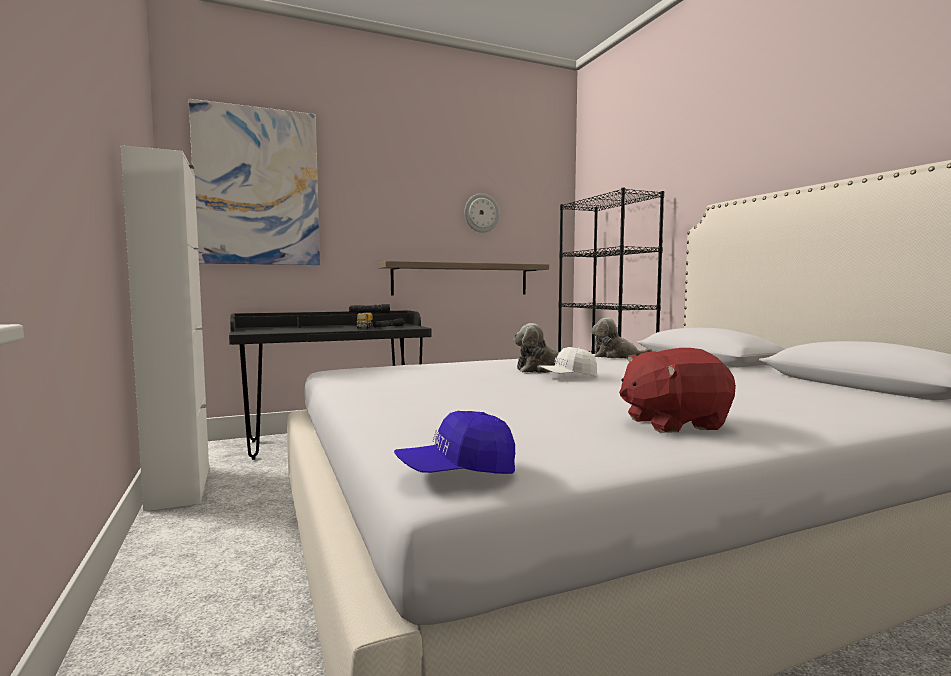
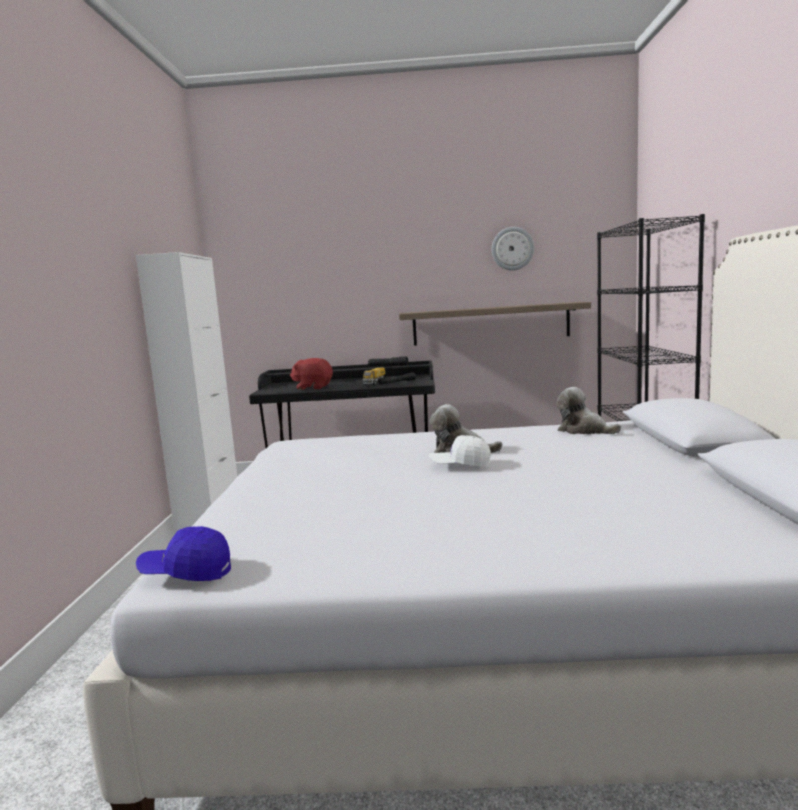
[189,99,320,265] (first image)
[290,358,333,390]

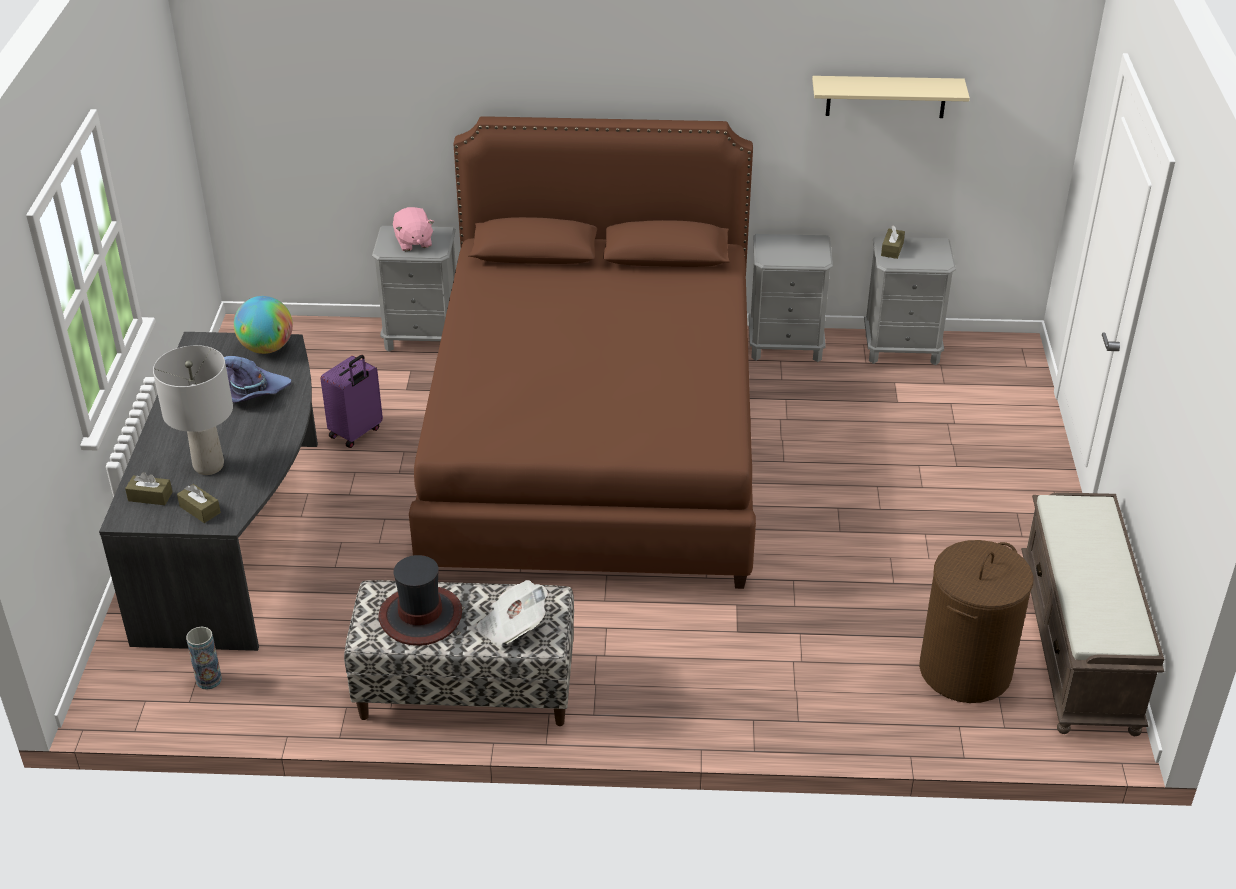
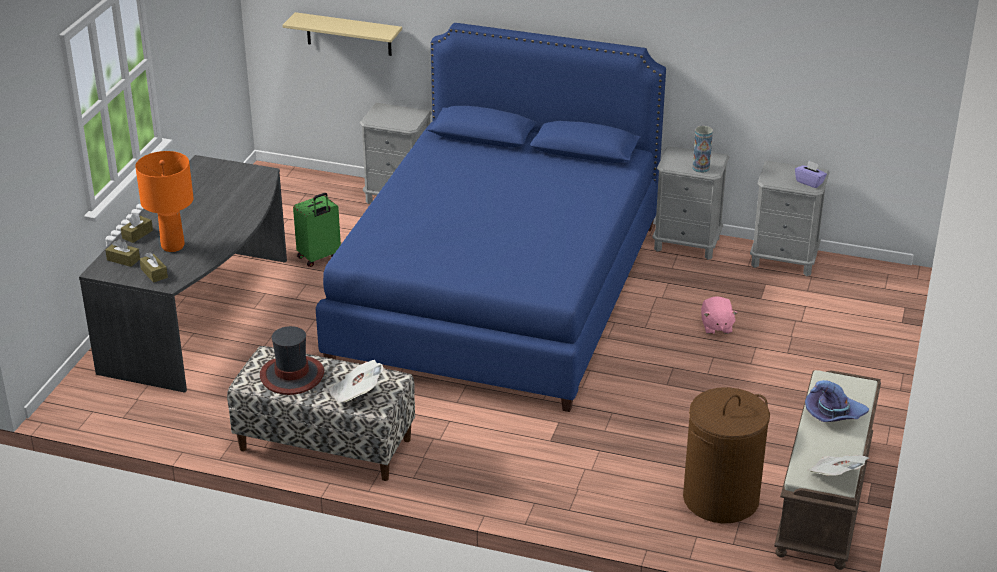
[282,12,402,56]
[316,23,666,412]
[701,296,738,334]
[121,213,153,243]
[234,296,293,354] (first image)
[135,151,194,252]
[293,193,341,267]
[805,380,869,422]
[692,126,713,173]
[795,161,827,188]
[807,455,869,476]

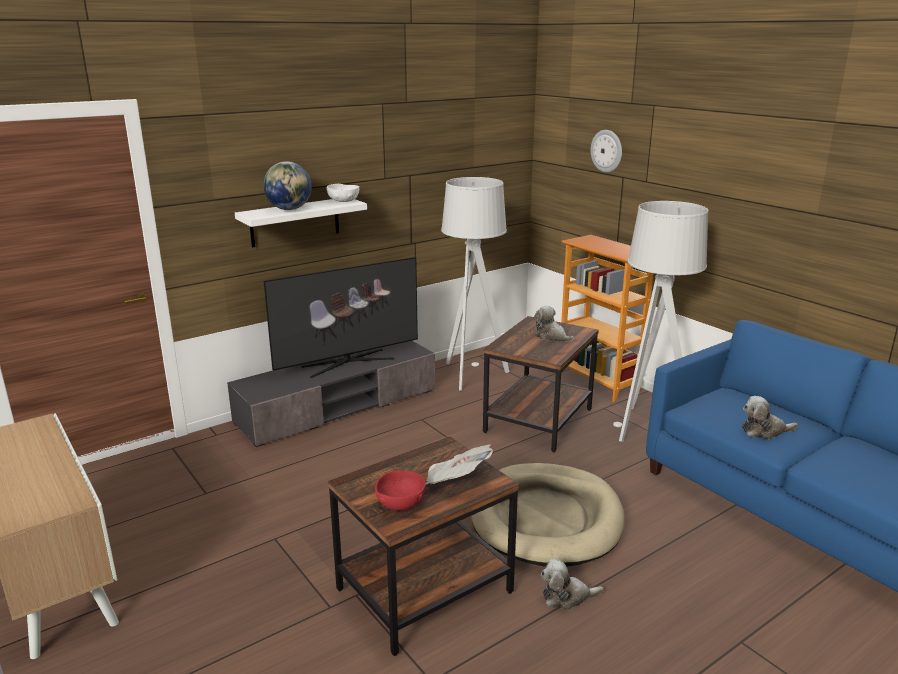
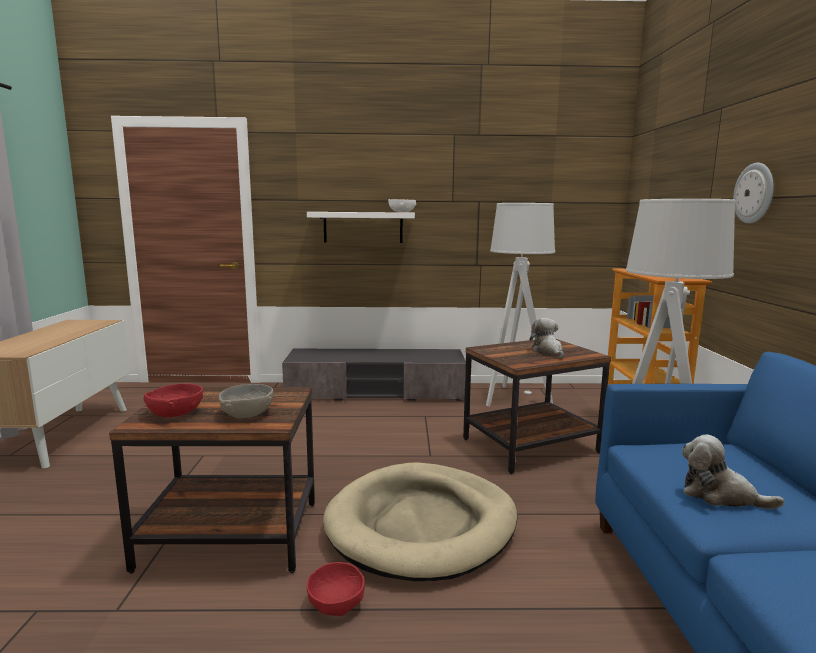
[733,163,774,223]
[263,161,311,210] (first image)
[264,257,418,378] (first image)
[219,384,273,418]
[307,562,365,616]

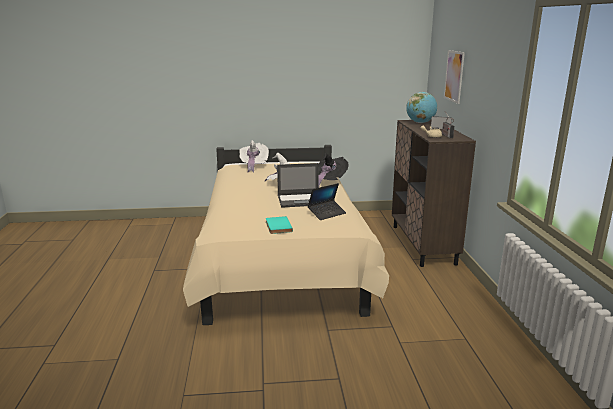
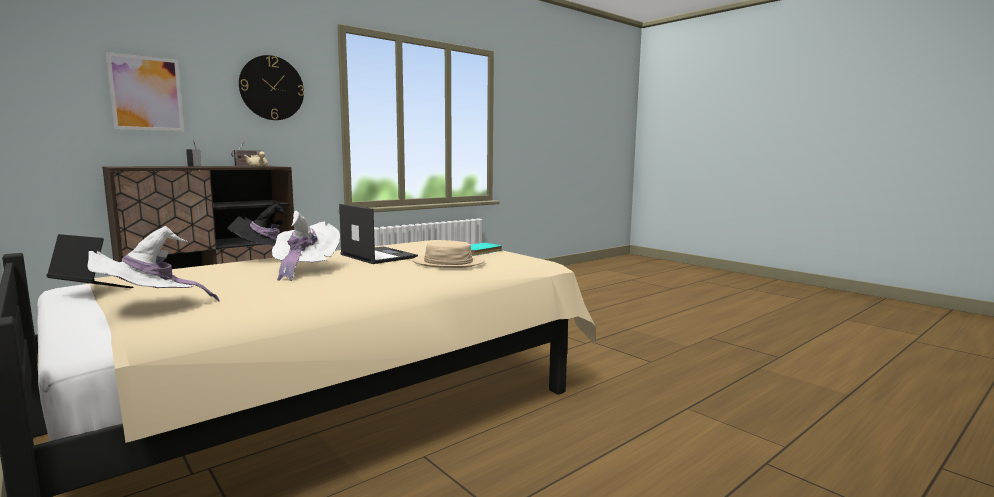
[406,92,437,123] (first image)
[46,234,133,288]
[239,55,304,120]
[412,241,485,268]

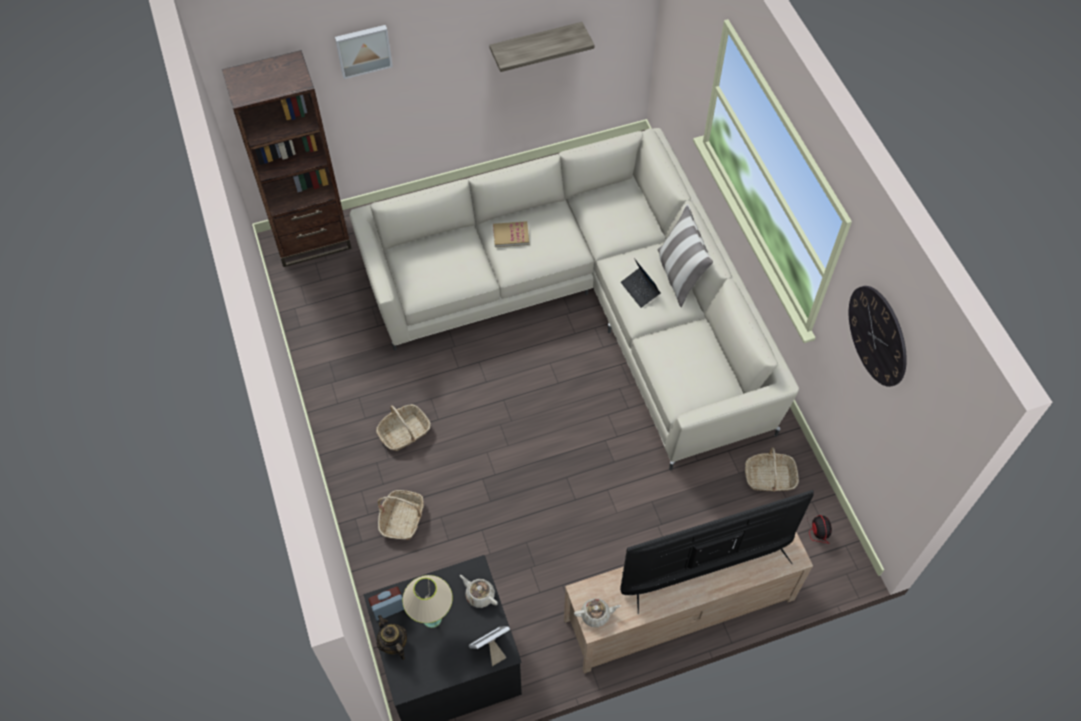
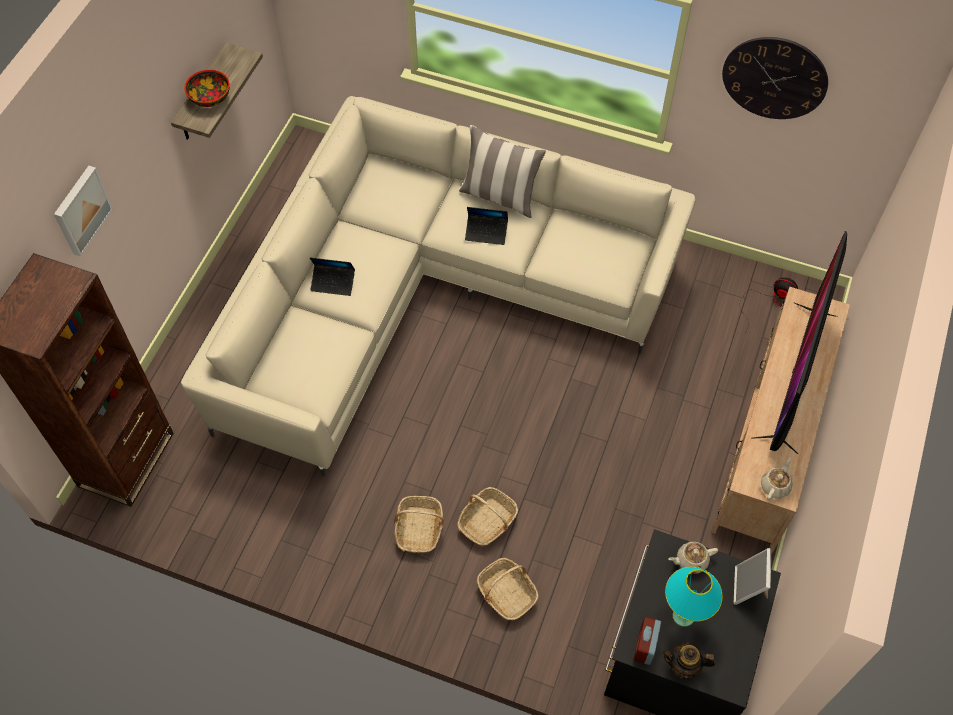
[310,258,355,296]
[457,487,518,546]
[665,567,723,627]
[184,69,230,107]

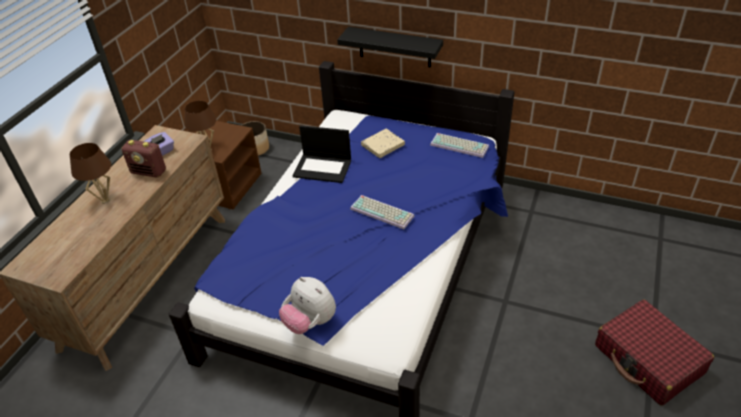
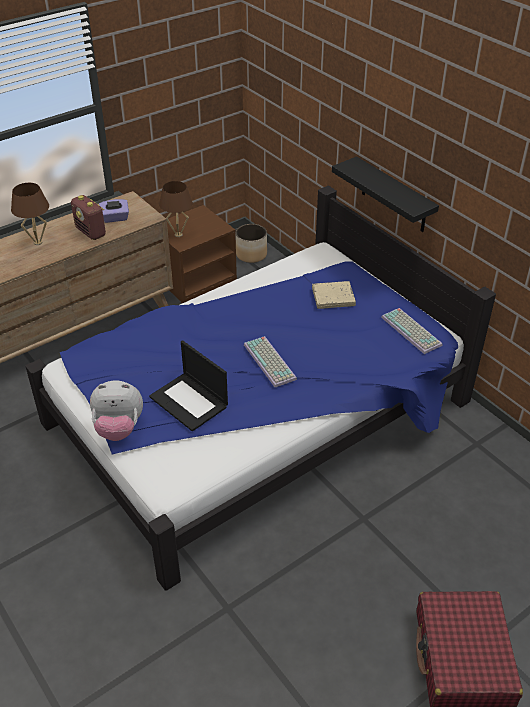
[149,340,228,432]
[90,380,143,441]

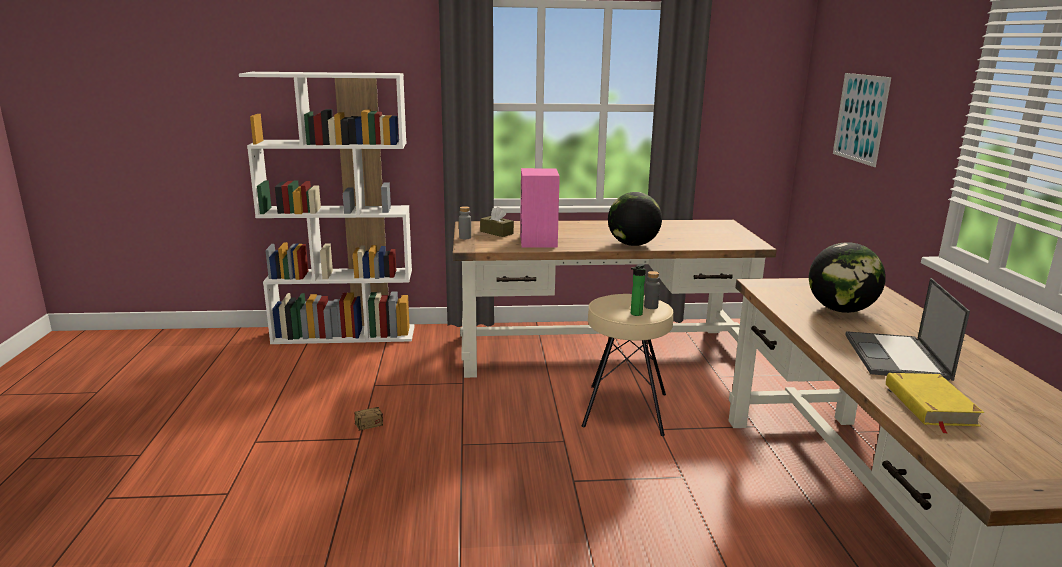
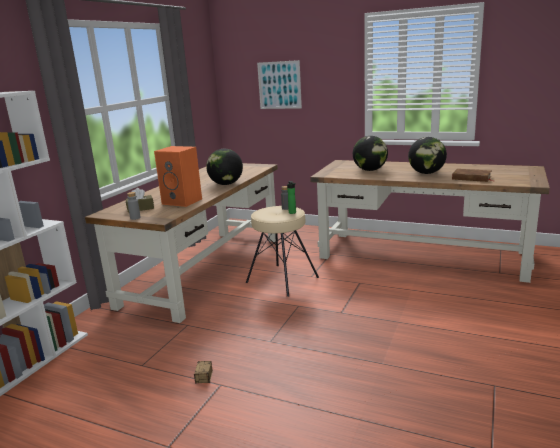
[154,146,202,207]
[408,137,447,174]
[452,169,493,182]

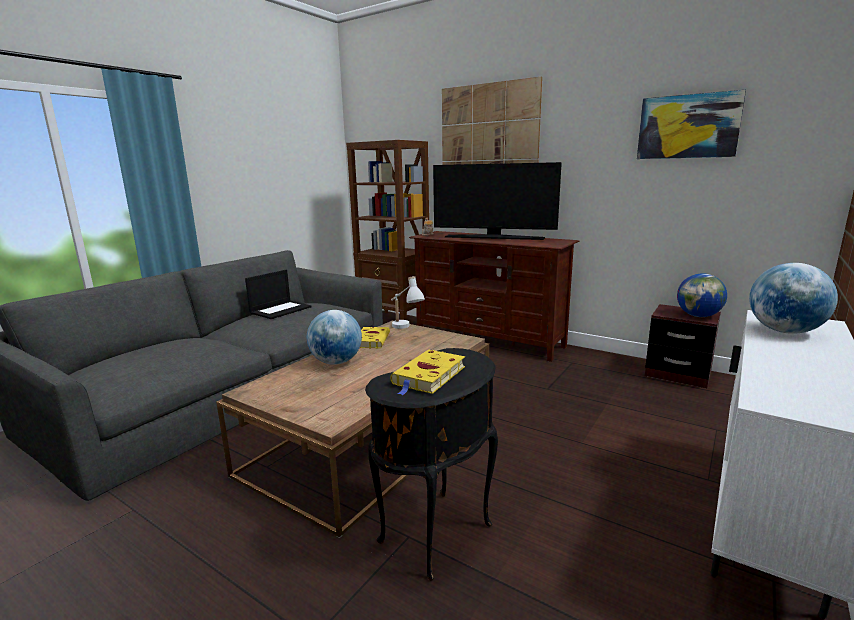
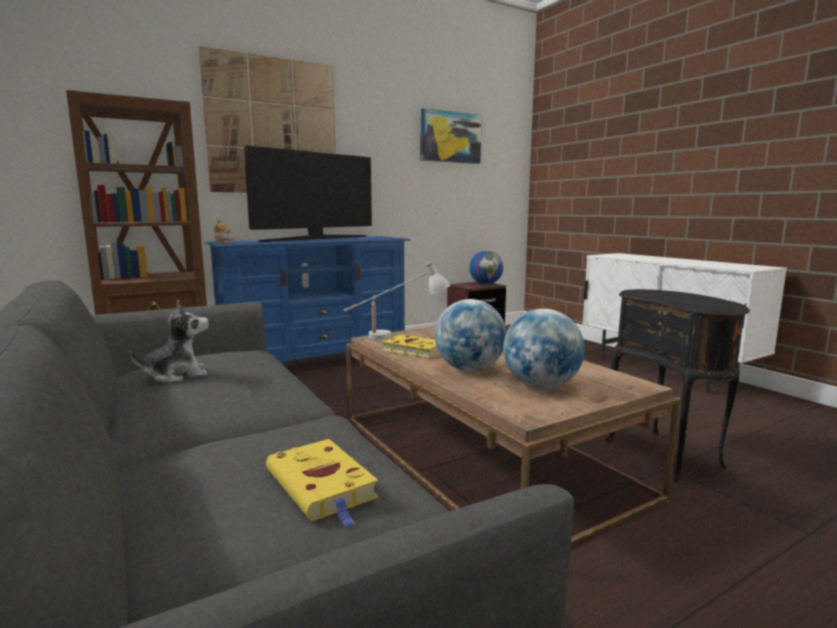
[204,236,410,367]
[503,309,585,389]
[130,300,209,382]
[266,439,379,527]

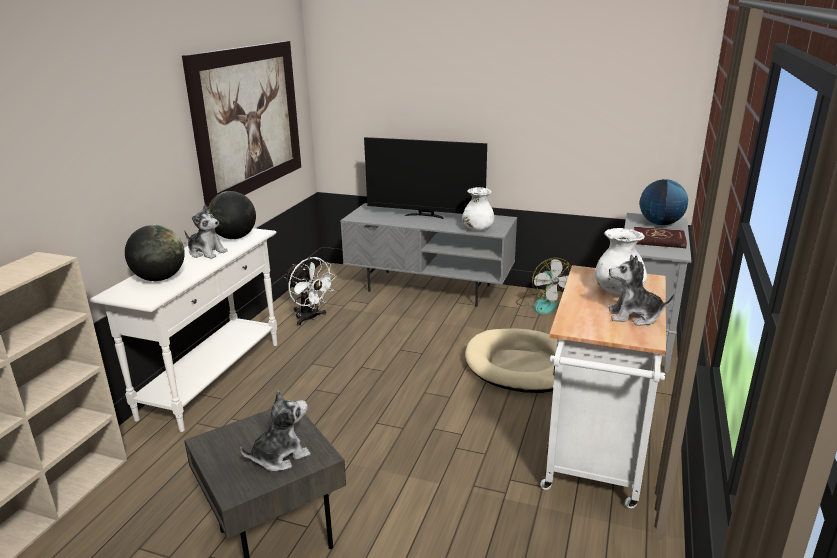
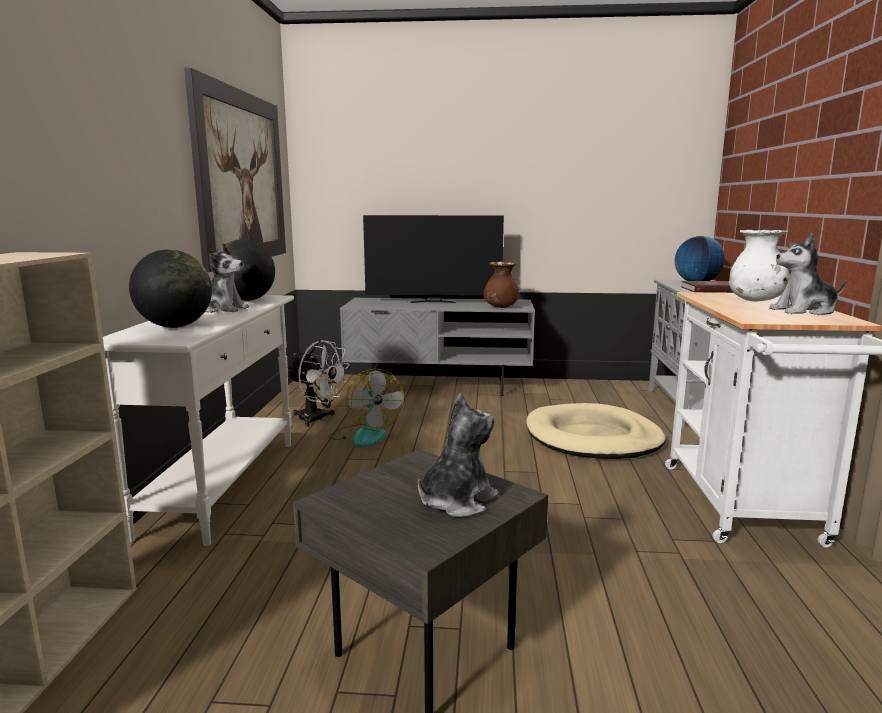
[483,261,519,308]
[329,369,404,447]

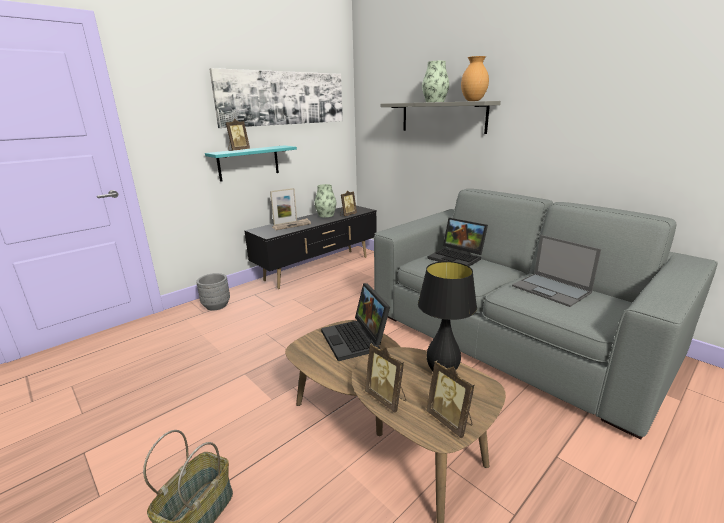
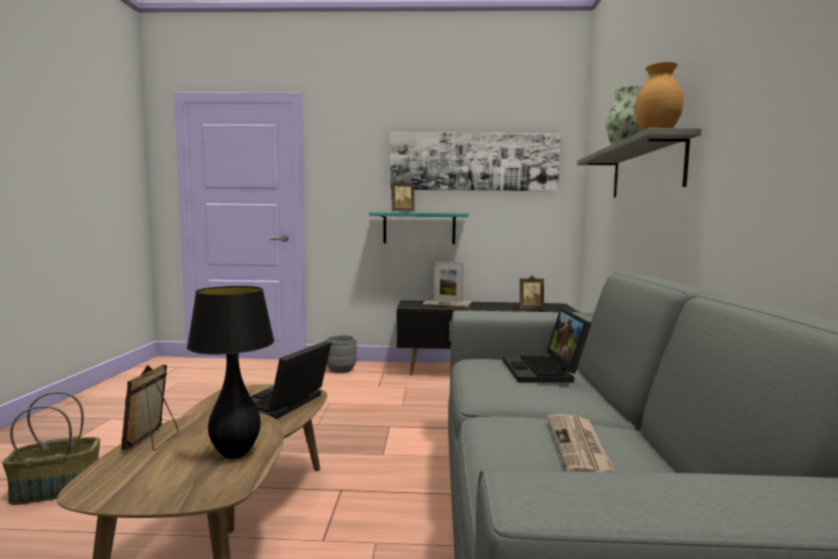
[314,184,337,217] (first image)
[548,414,615,472]
[426,361,474,438] (first image)

